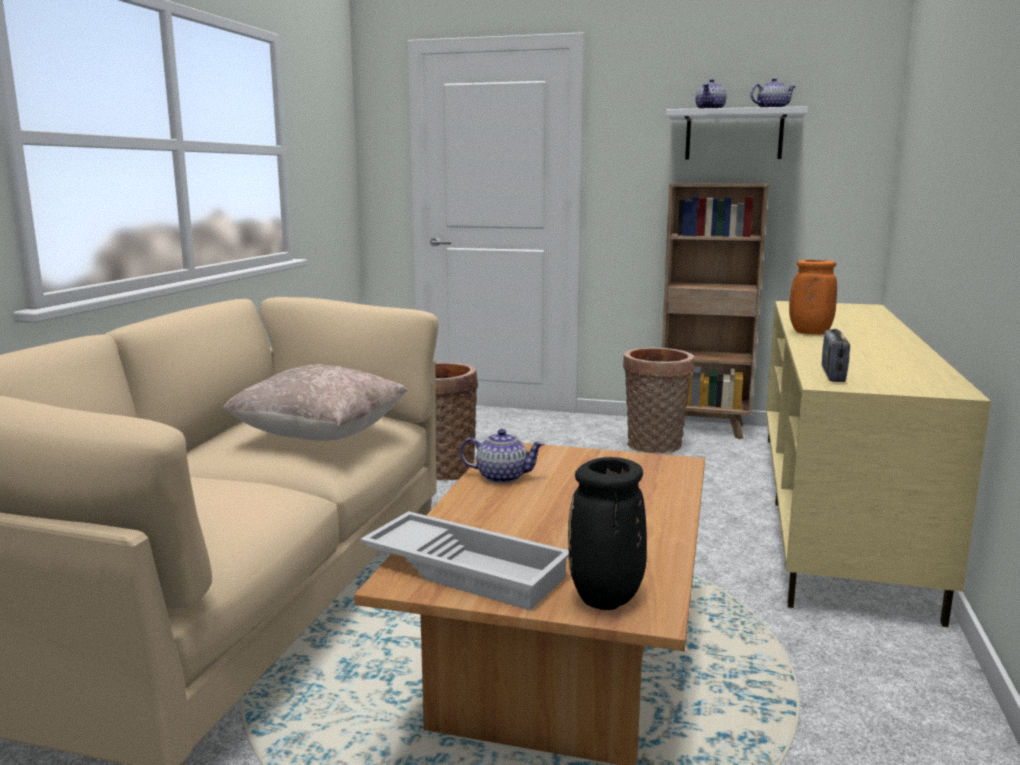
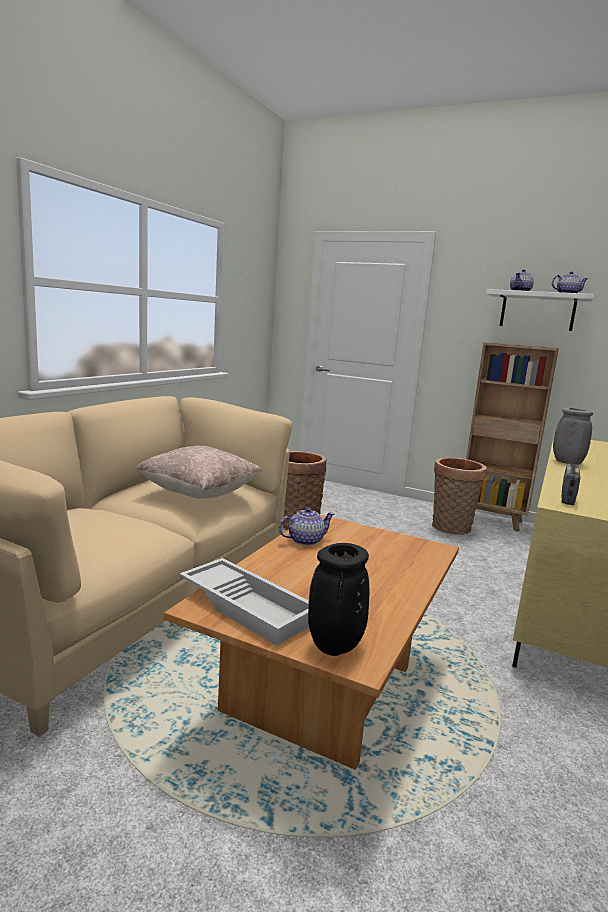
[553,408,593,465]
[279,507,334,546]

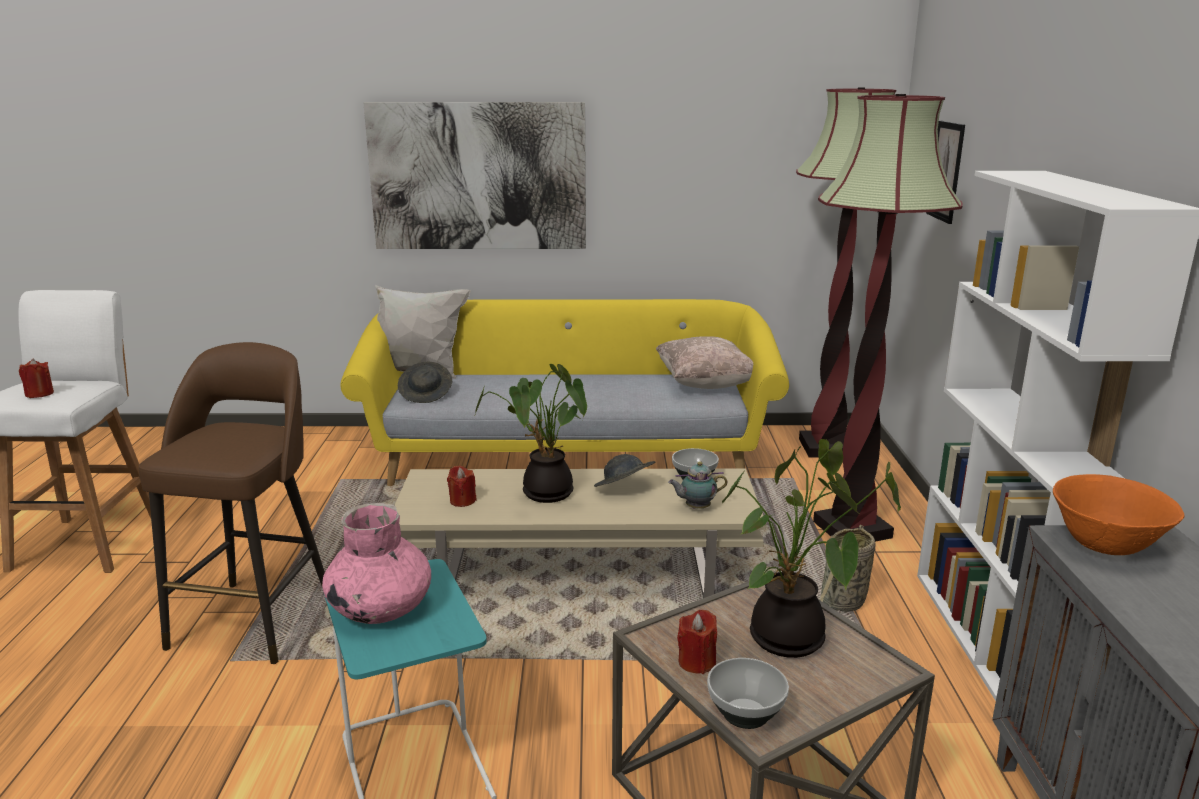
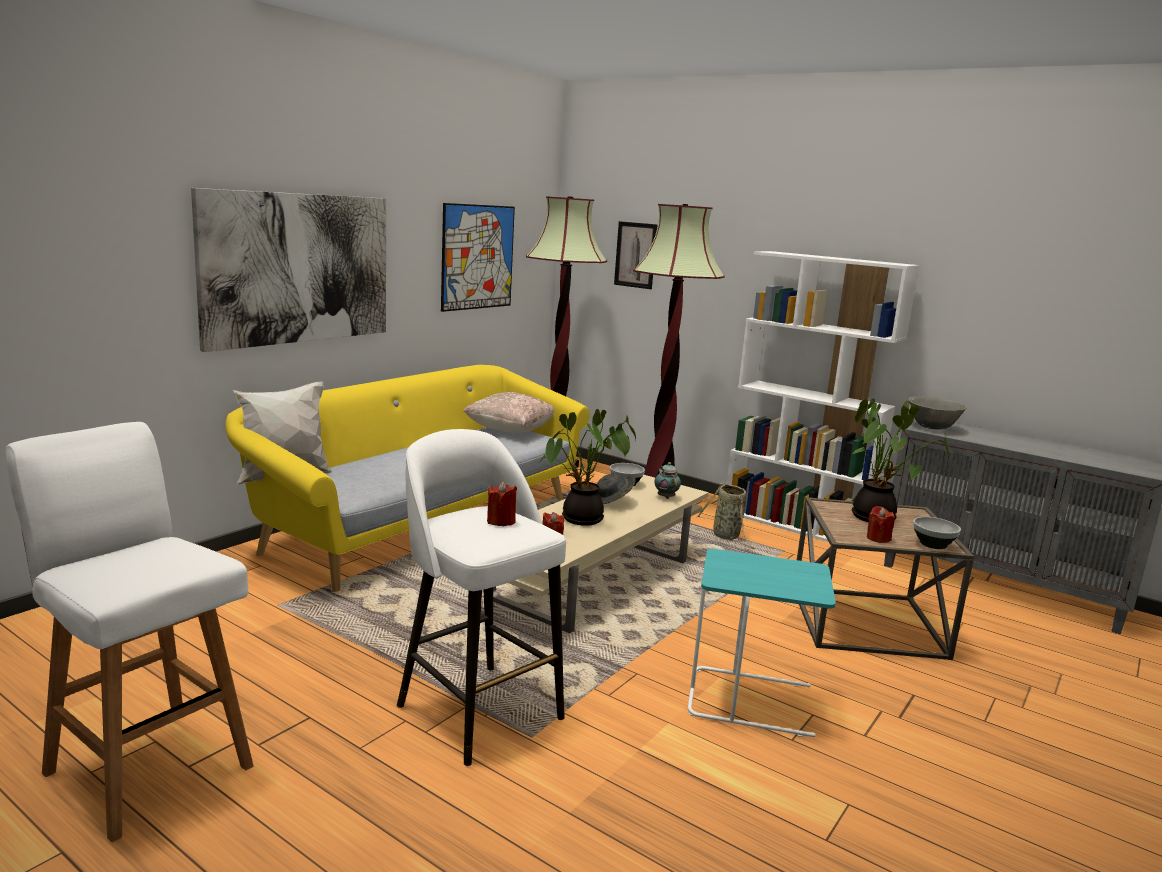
[397,429,566,766]
[487,482,517,526]
[398,361,452,403] (first image)
[654,462,681,499]
[909,396,967,429]
[322,503,431,624] (first image)
[441,203,515,312]

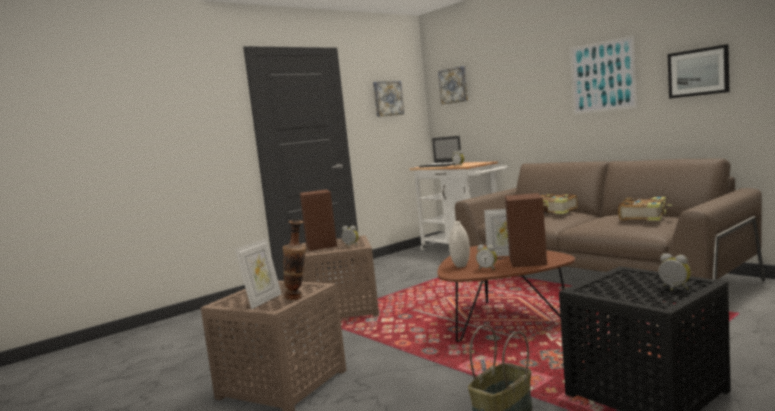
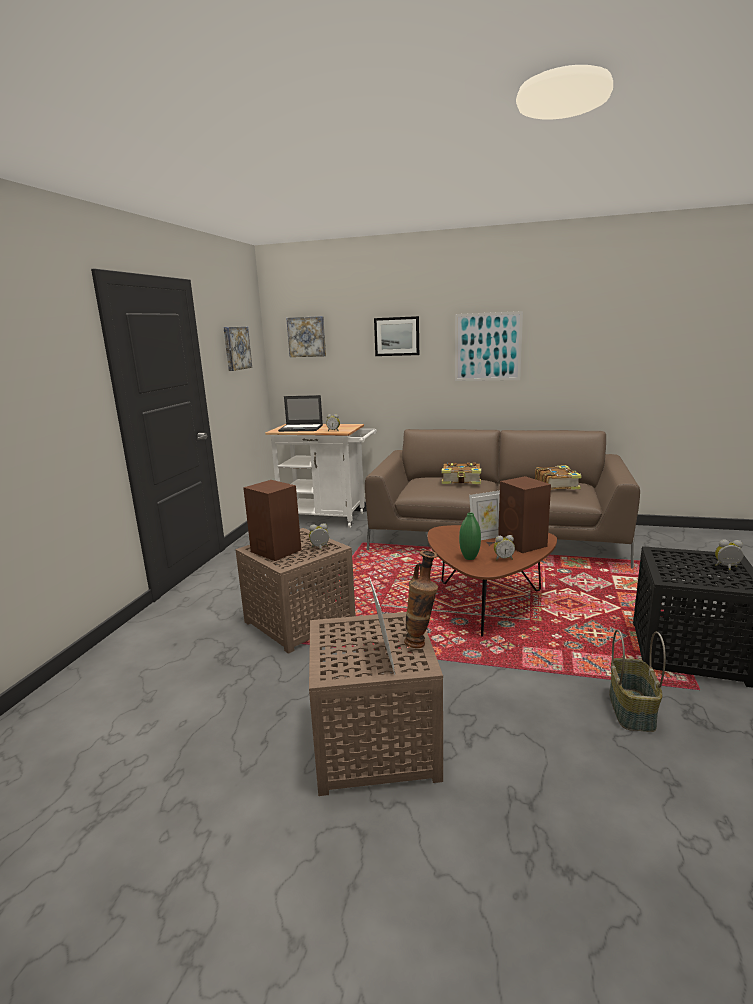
[374,316,419,356]
[459,512,481,560]

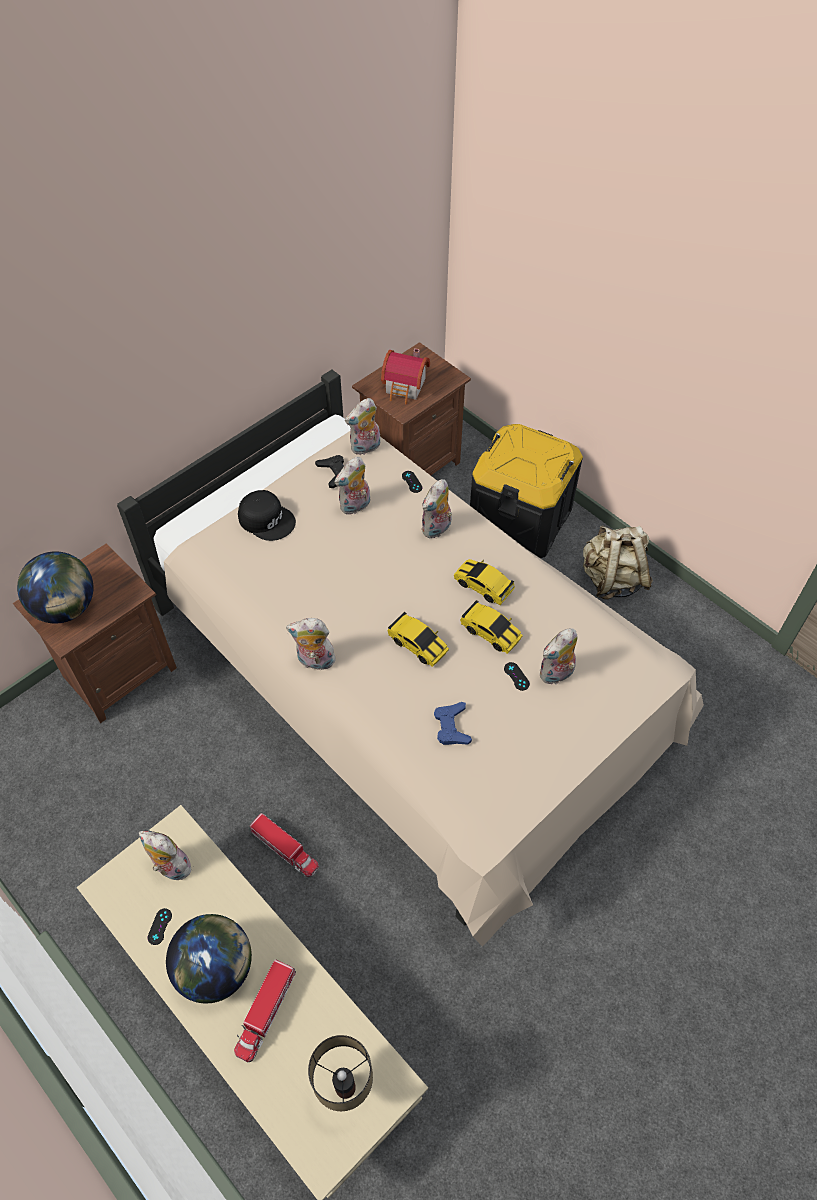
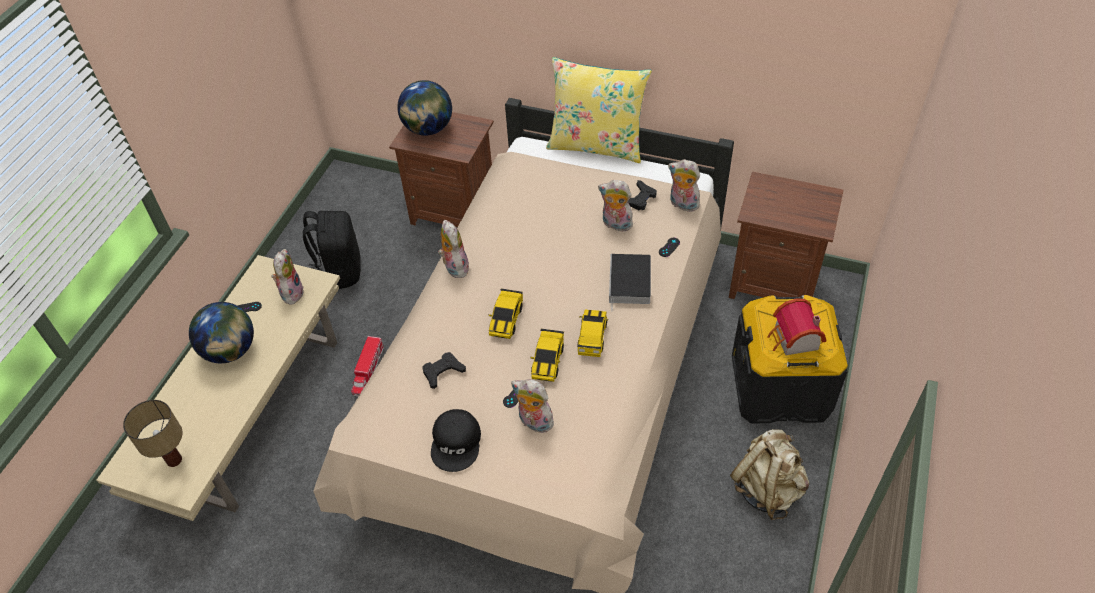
[767,299,827,355]
[609,254,651,311]
[431,409,481,472]
[422,352,466,389]
[234,960,296,1062] (first image)
[546,57,652,163]
[303,211,361,289]

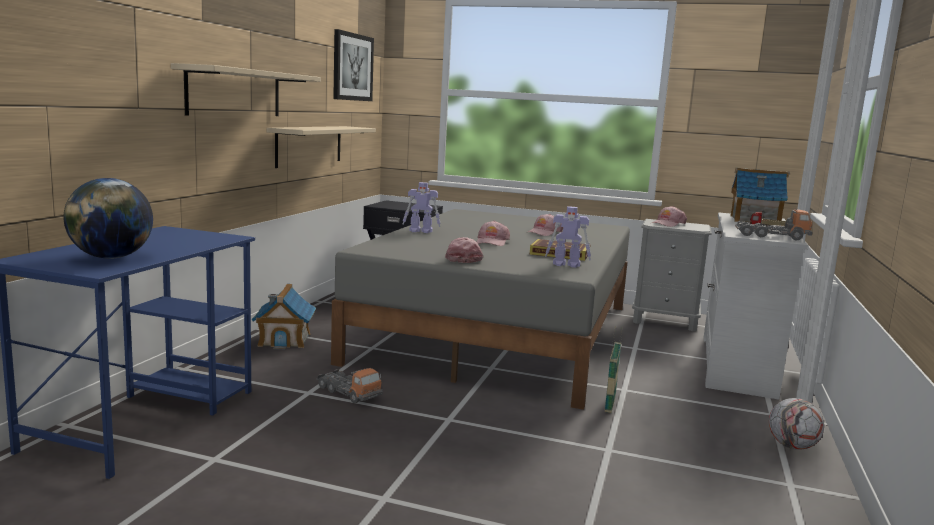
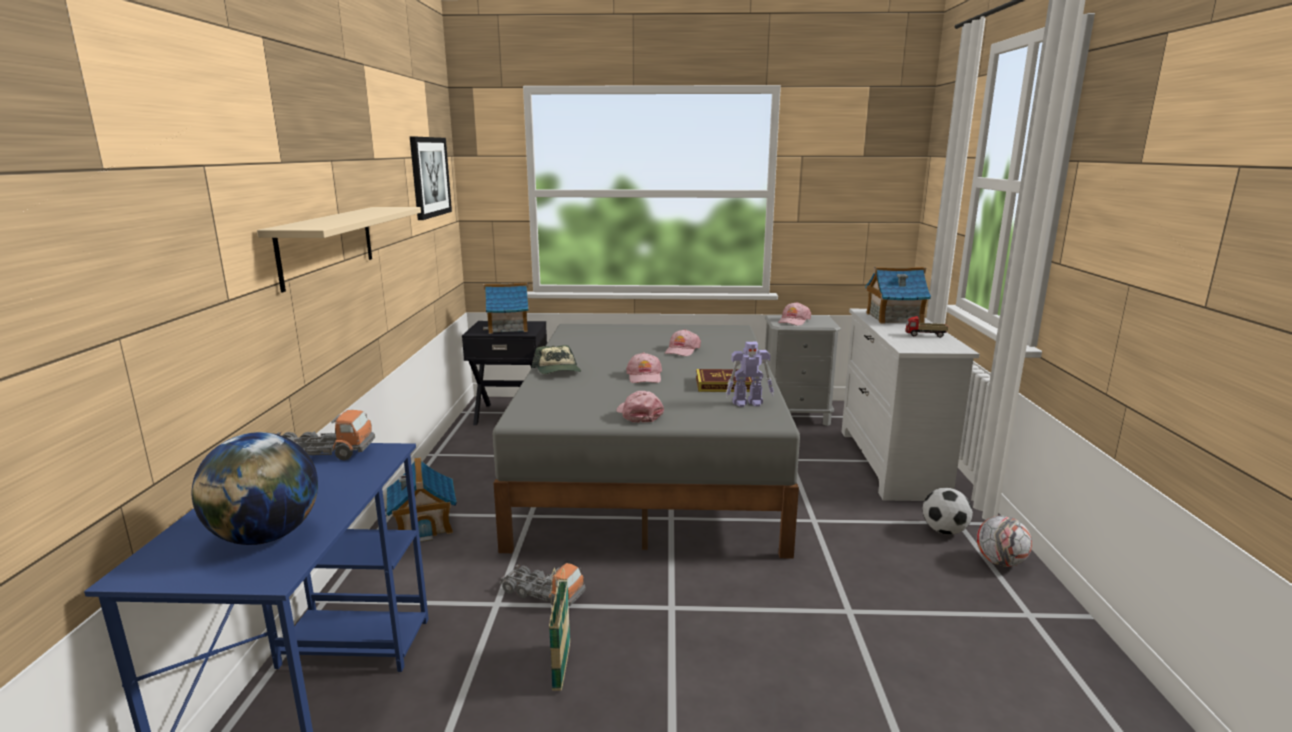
[267,126,376,168] (first image)
[531,345,581,374]
[276,410,375,460]
[549,568,570,691]
[483,282,529,334]
[923,488,973,535]

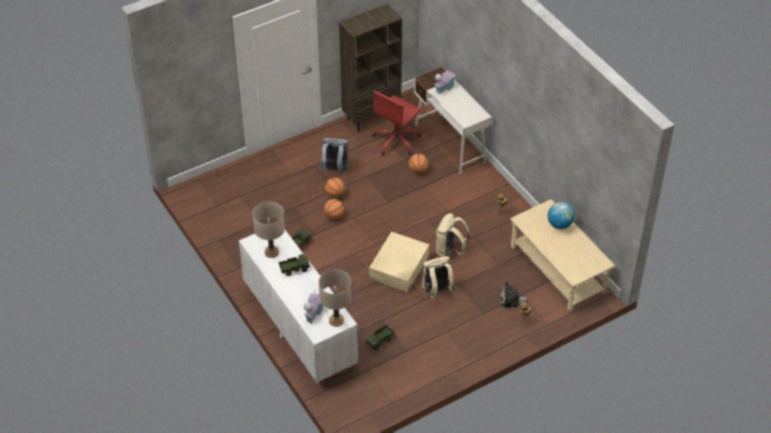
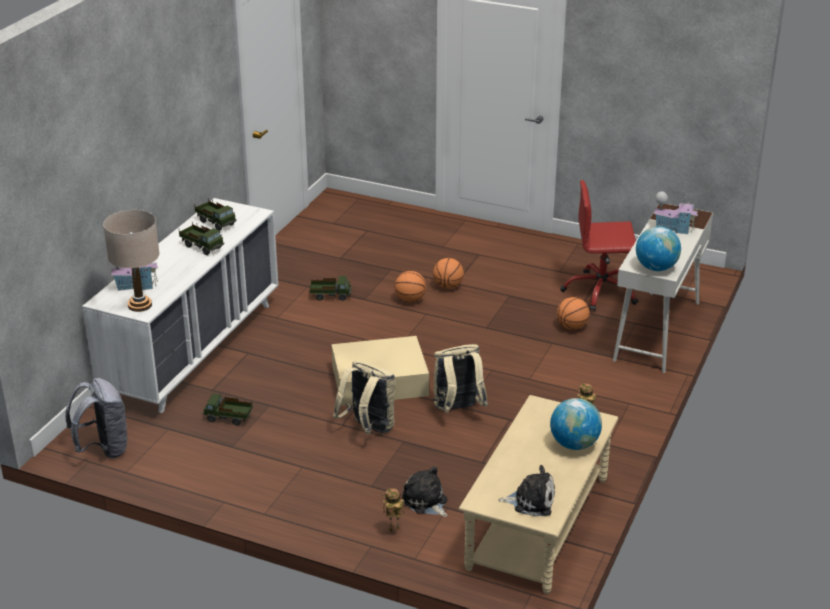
[339,4,402,132] (first image)
[65,378,129,459]
[194,198,237,231]
[636,226,681,271]
[498,465,555,517]

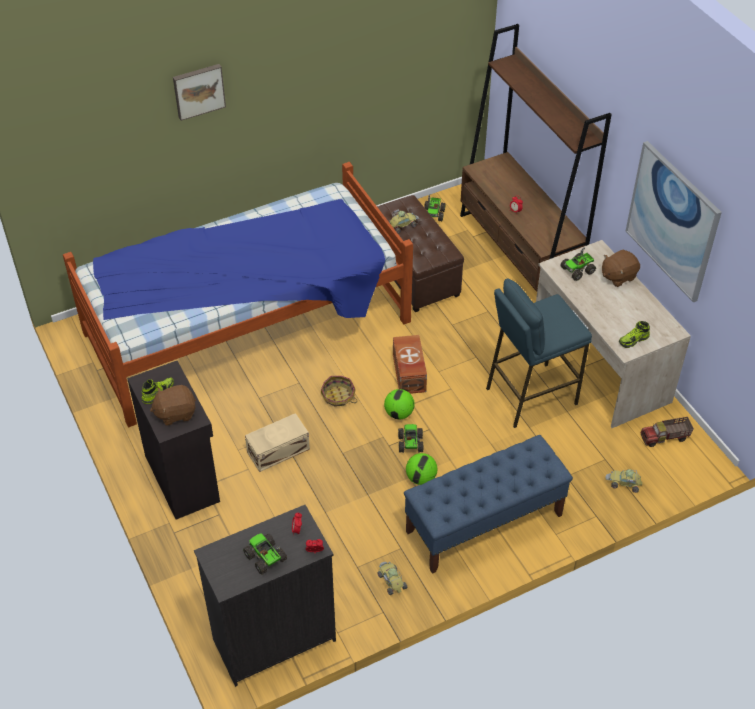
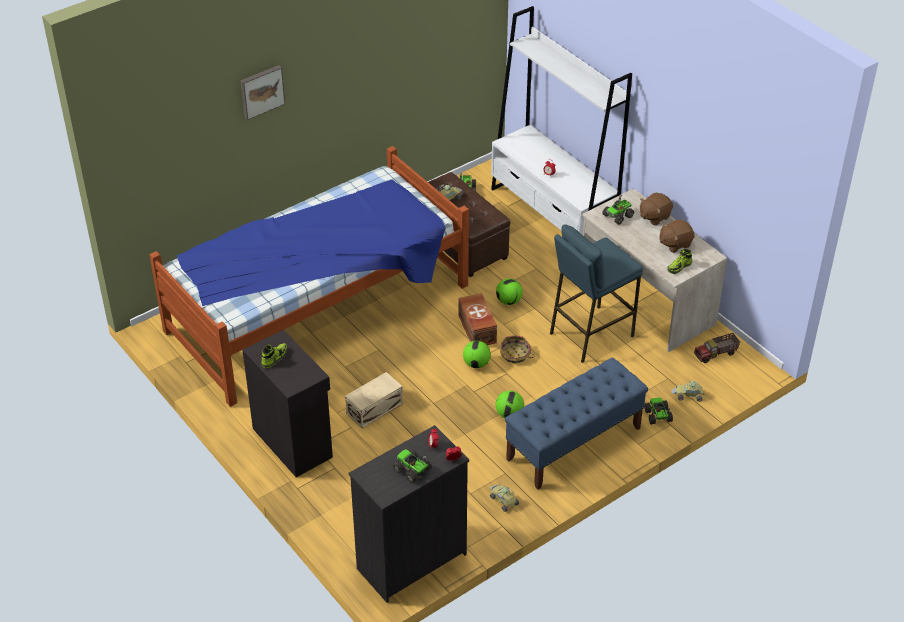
[491,6,632,235]
[626,141,722,302] (first image)
[500,335,534,364]
[660,219,695,253]
[644,398,673,425]
[496,278,523,305]

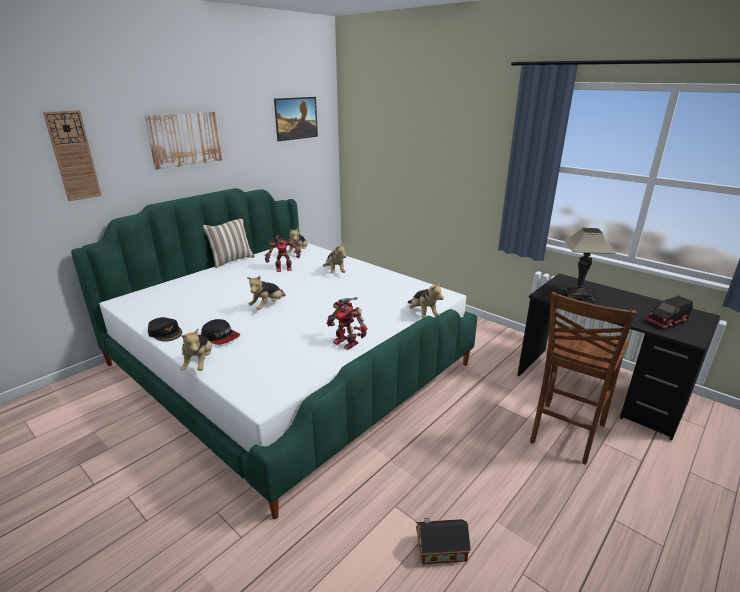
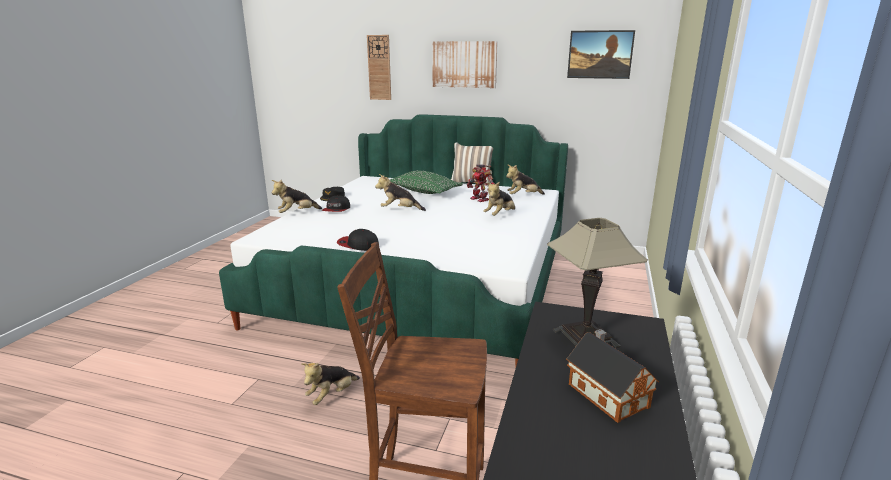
[301,363,360,405]
[644,295,693,328] (first image)
[337,229,379,251]
[566,329,659,423]
[390,171,463,194]

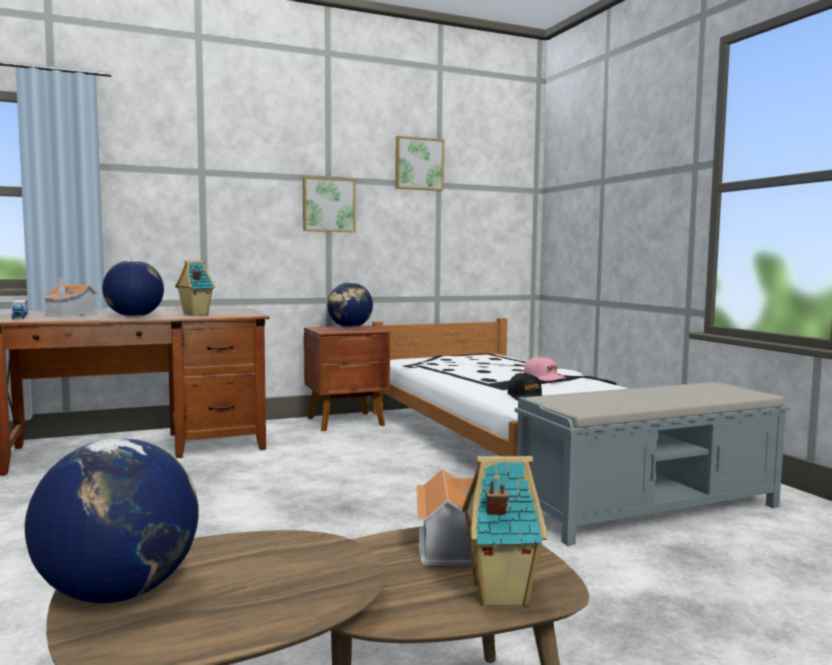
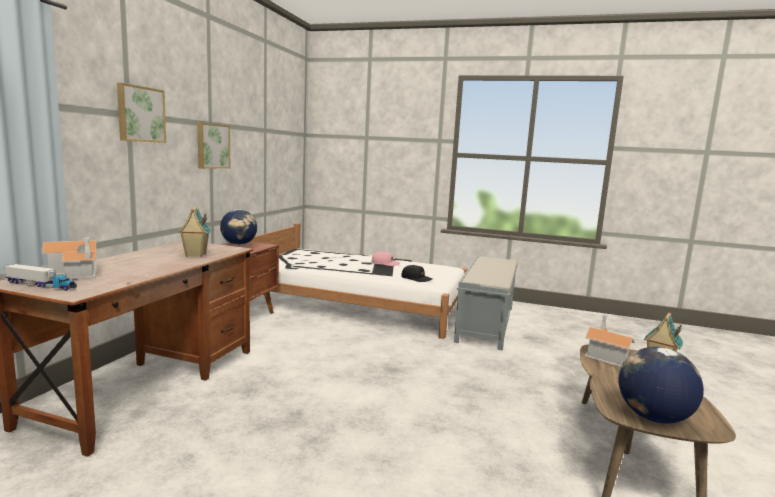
[117,83,166,143]
[102,260,164,317] (first image)

